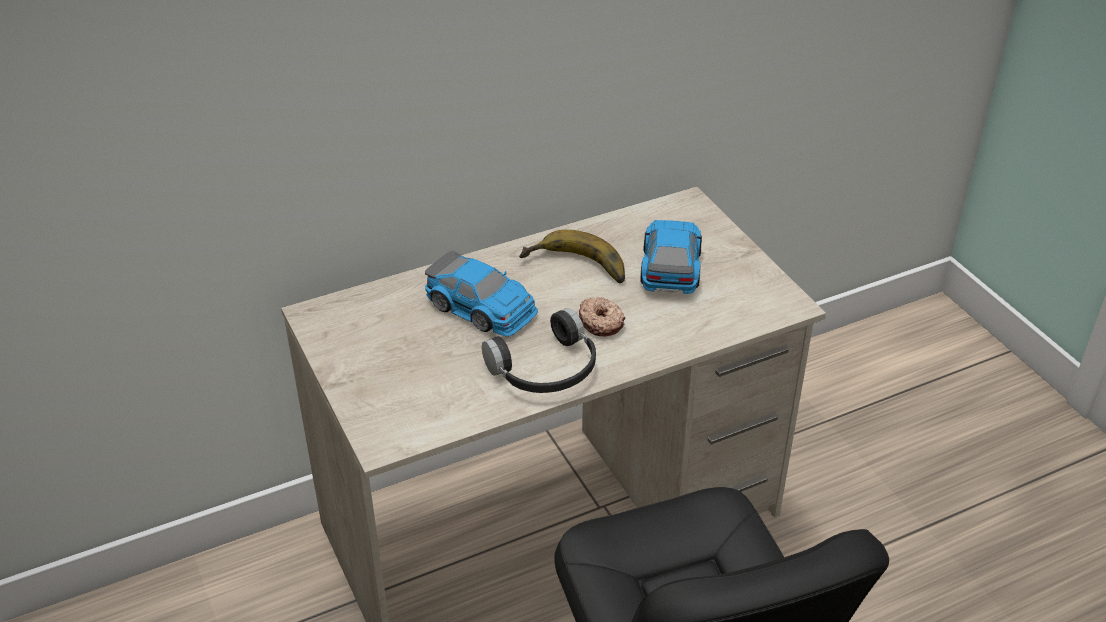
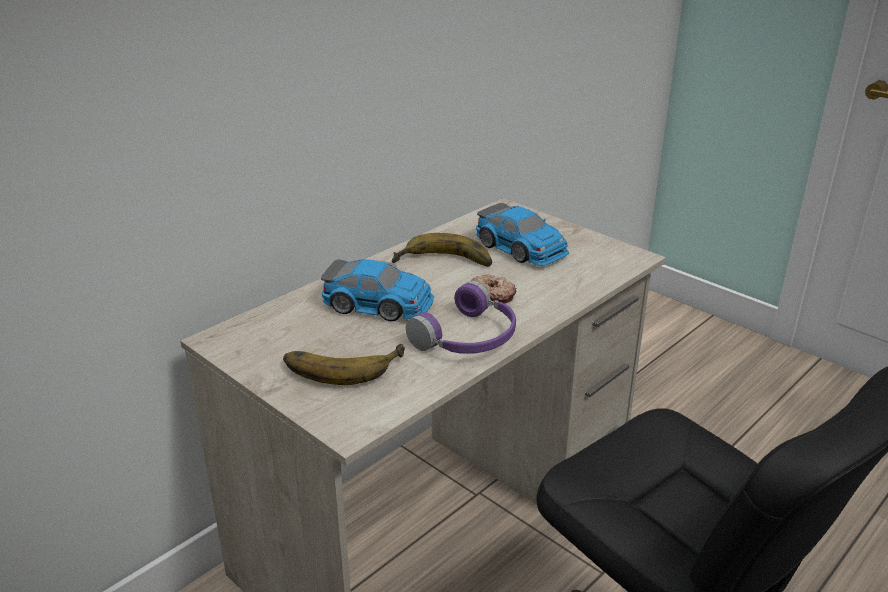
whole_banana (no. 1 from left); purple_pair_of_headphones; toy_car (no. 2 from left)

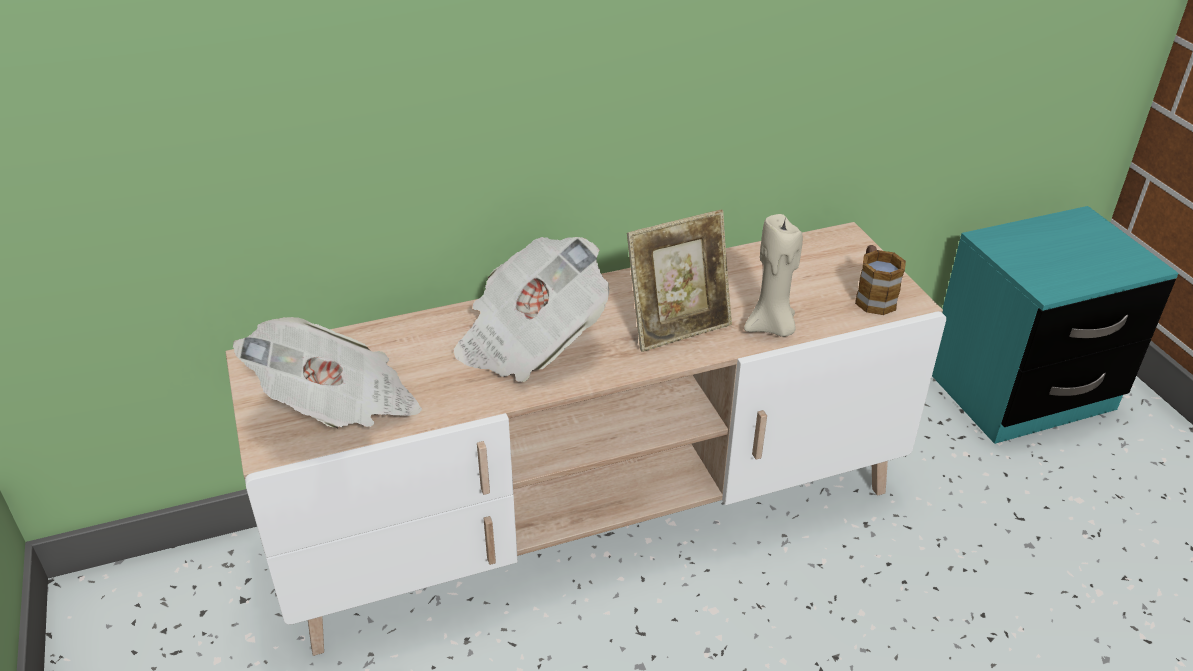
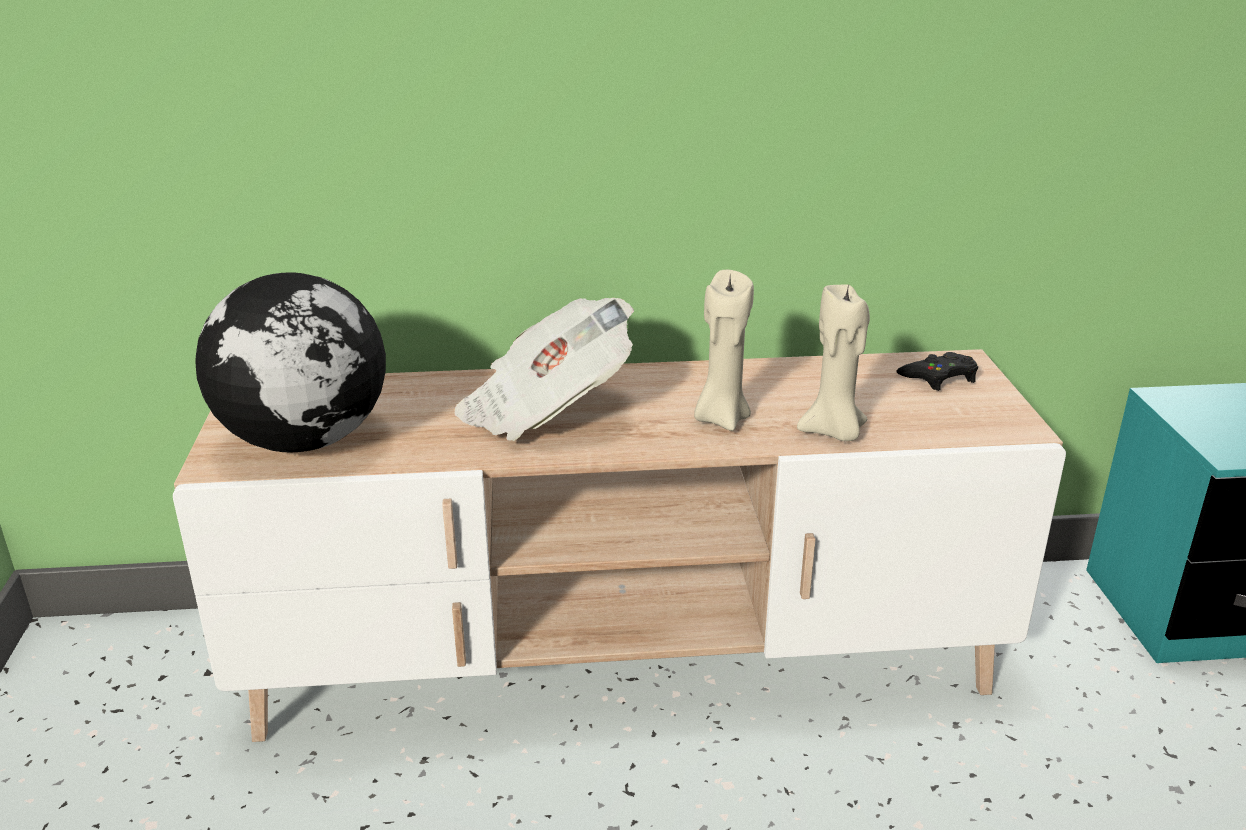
mug; blackish_joypad; globe; beige-coloured_wax_candle (no. 1 from left)

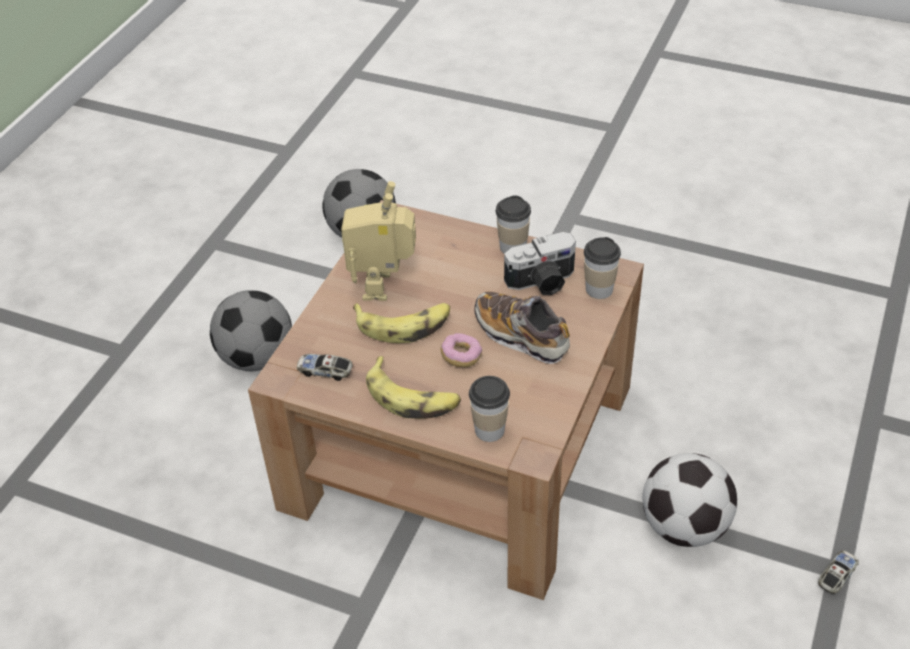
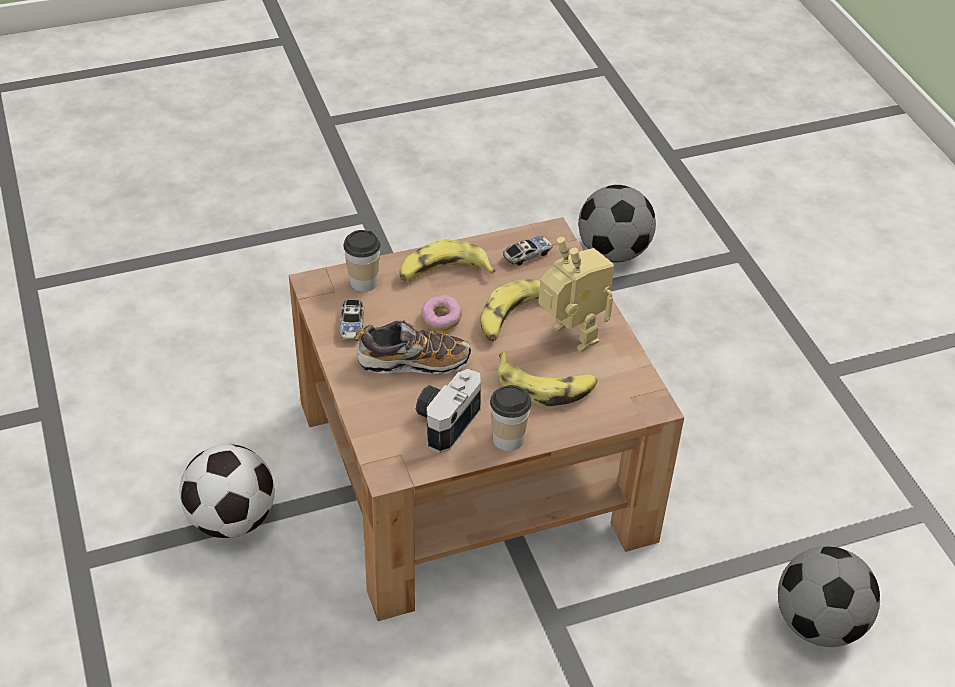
cup (no. 3 from left in the first image); whole_banana (no. 3 from left); football_ball (no. 2 from left); toy_car (no. 1 from left)

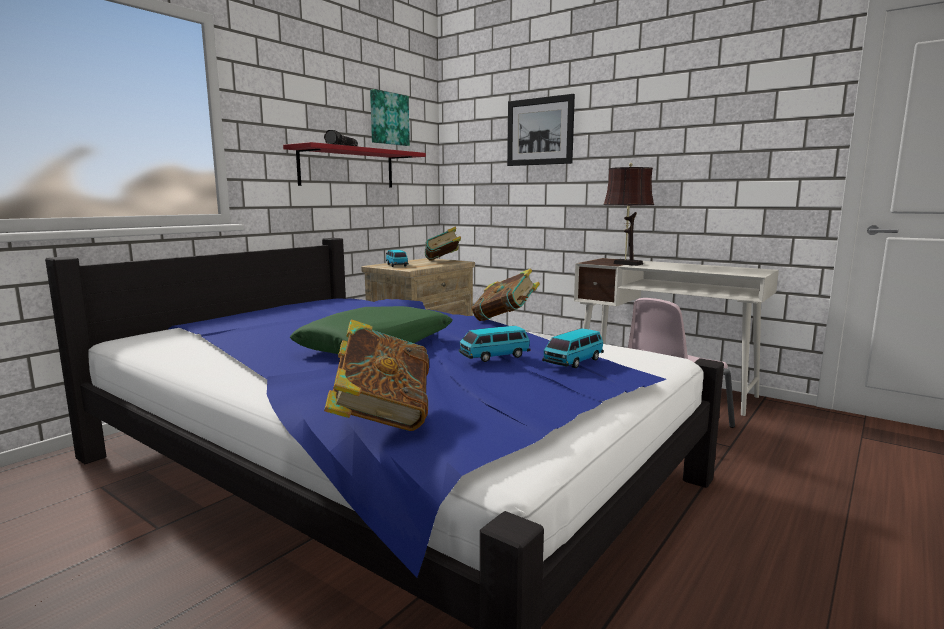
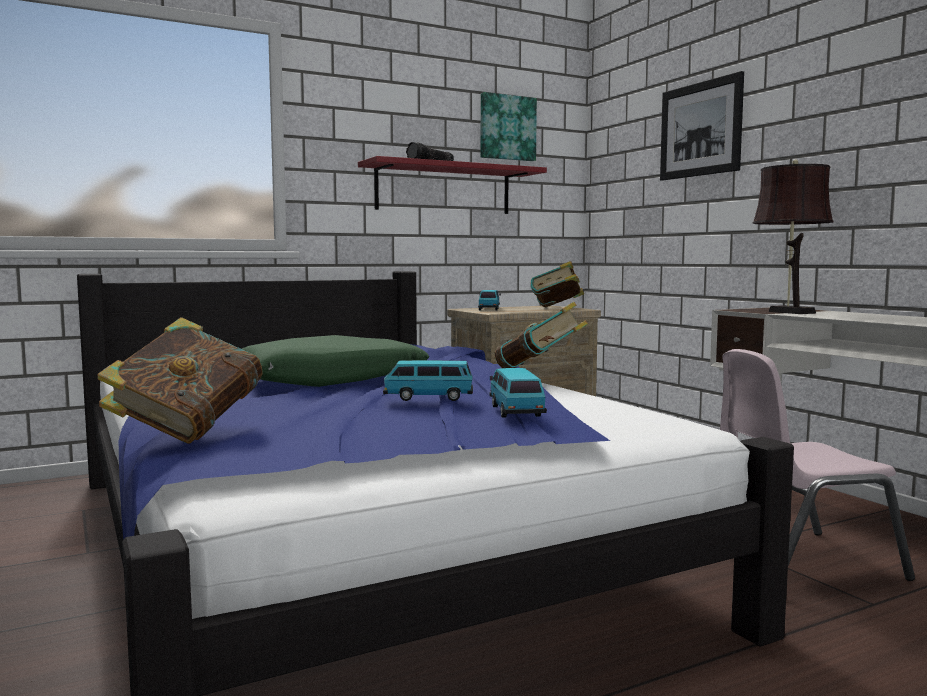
toy_car (no. 3 from left)

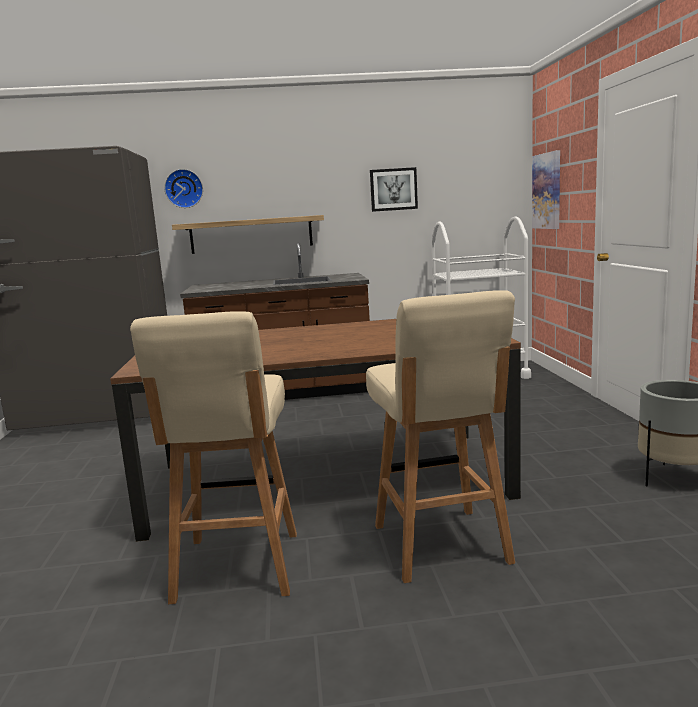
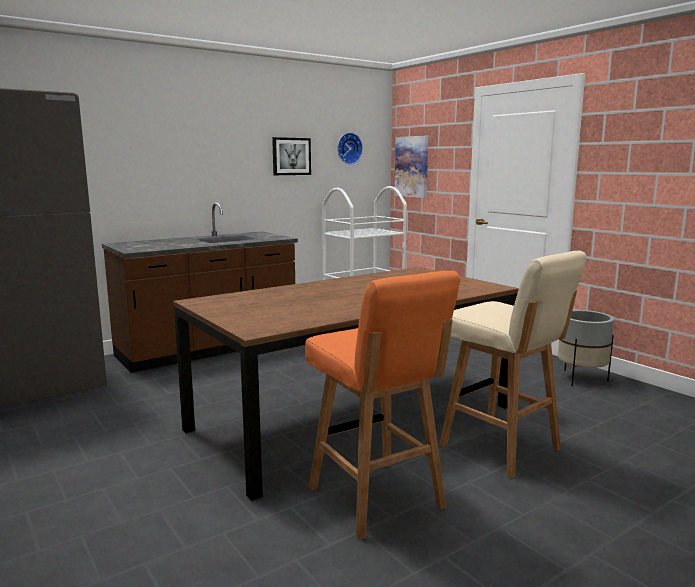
wall_shelf; clock_on_the_wall; orange-coloured_sitting_stool

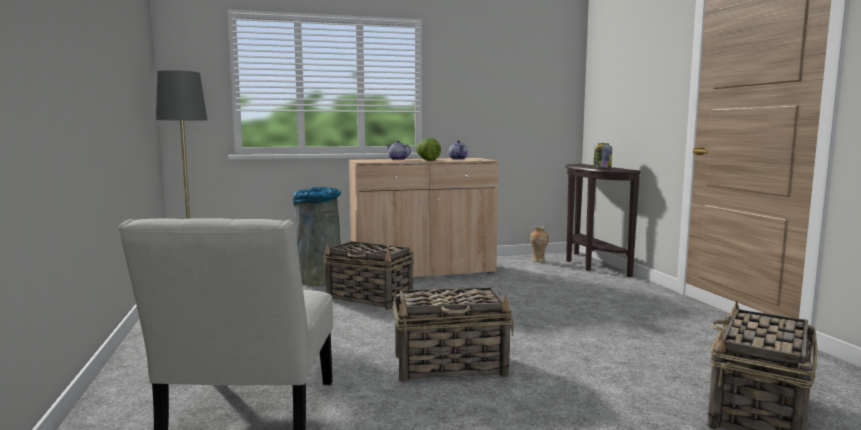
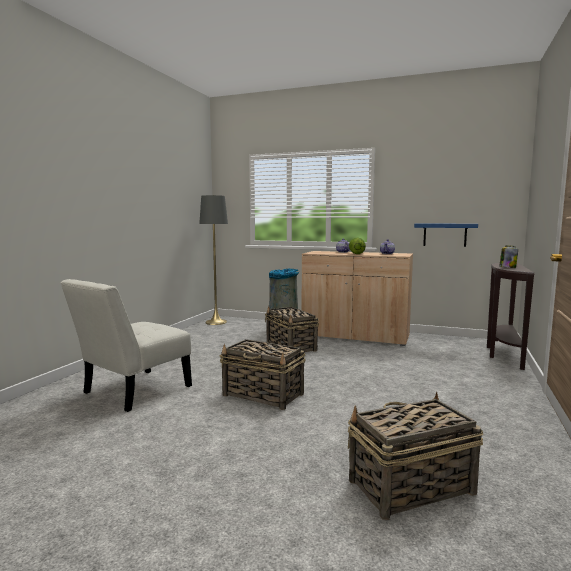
flower_vase; bluish_wall_shelf

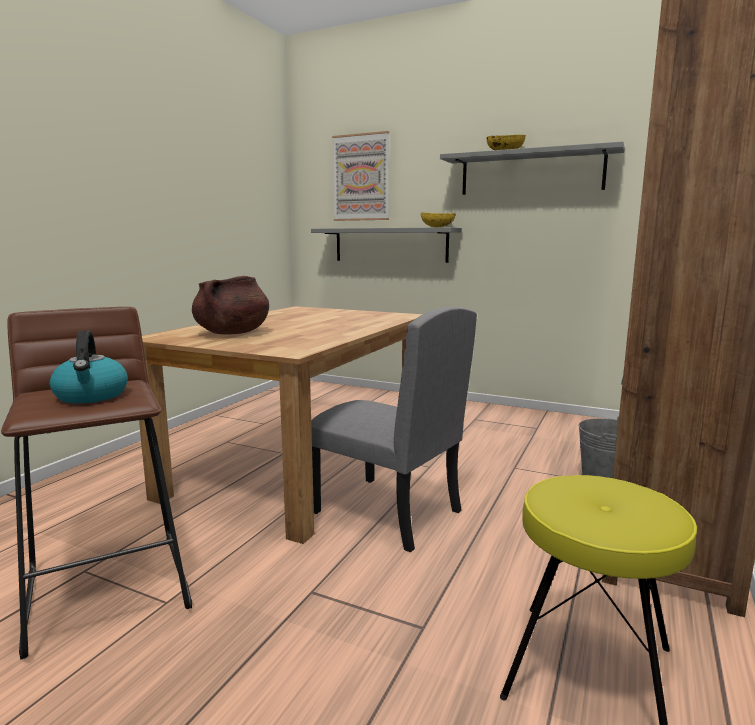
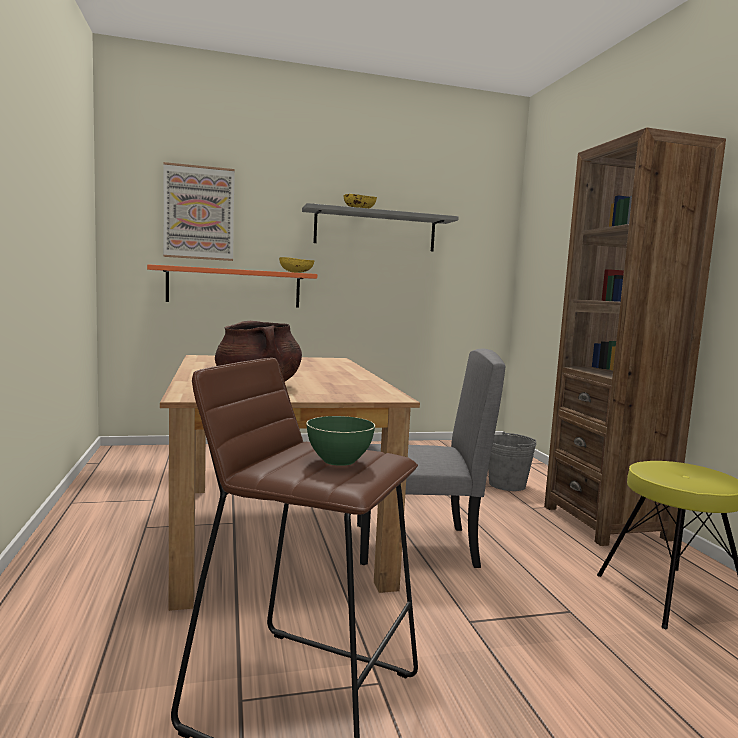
green-coloured_serving_bowl; orange-coloured_wall_shelf

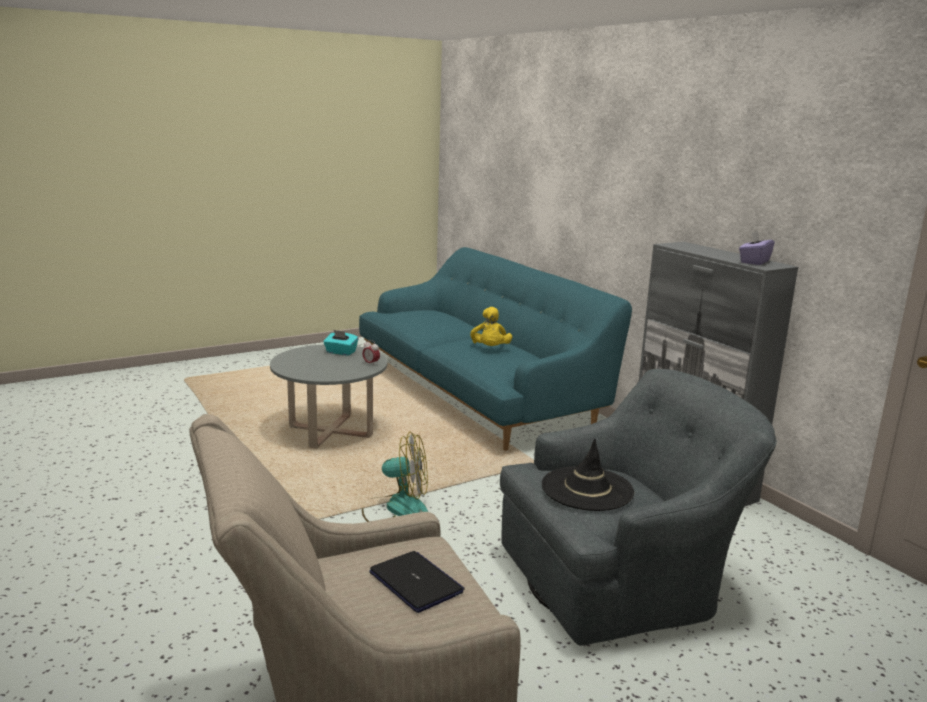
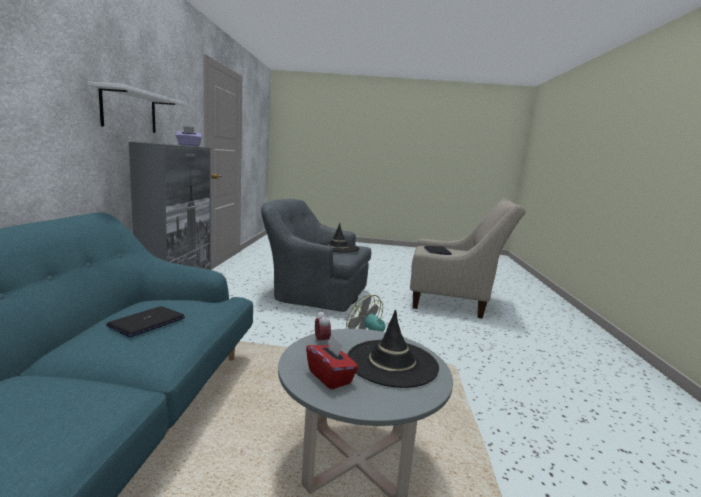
white-coloured_wall_shelf; blackish_hat (no. 2 from left); notebook_computer (no. 1 from left); red_tissue_box

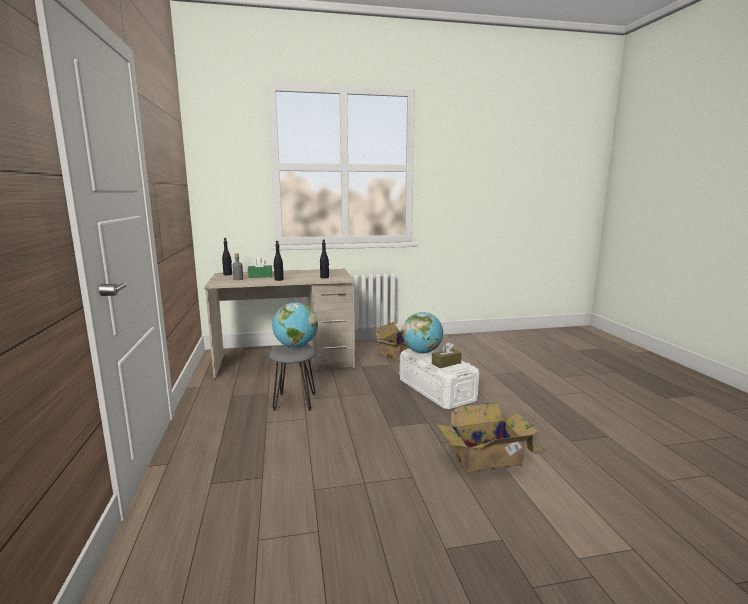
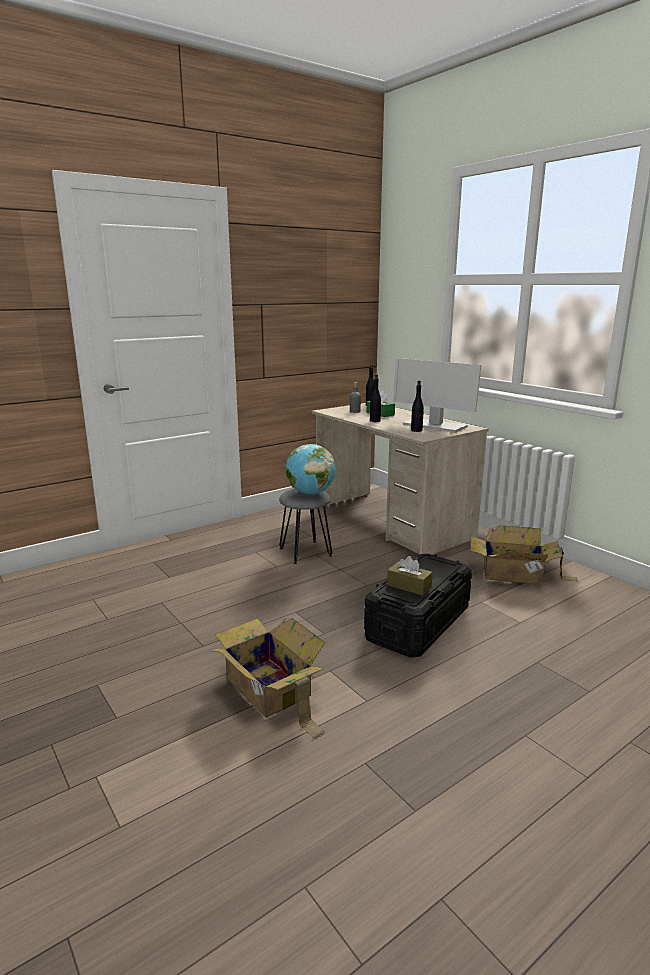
globe (no. 2 from left in the first image); computer_display; blackish_storage_bin

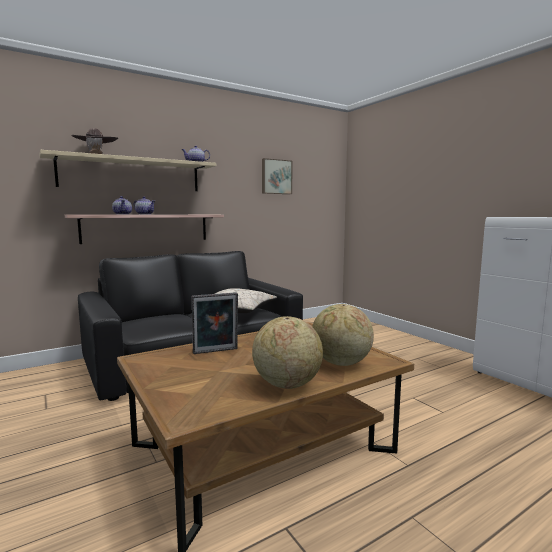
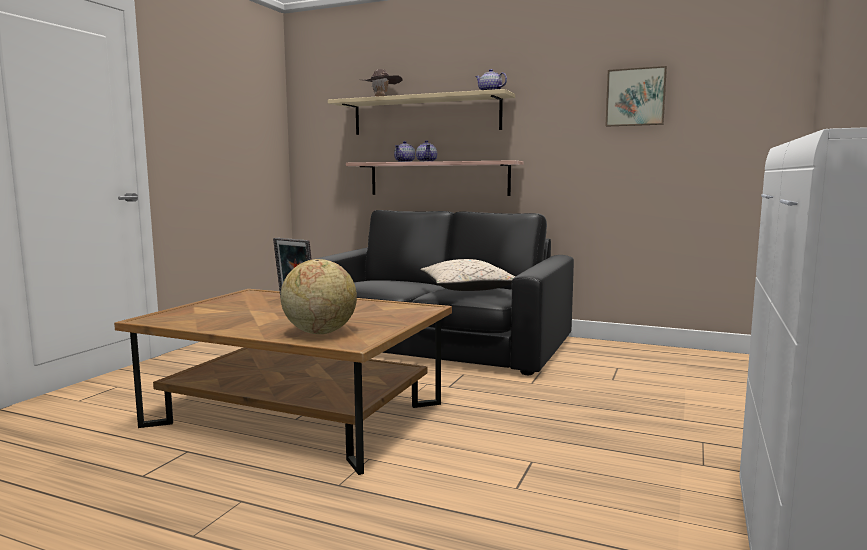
globe (no. 1 from left in the first image)

